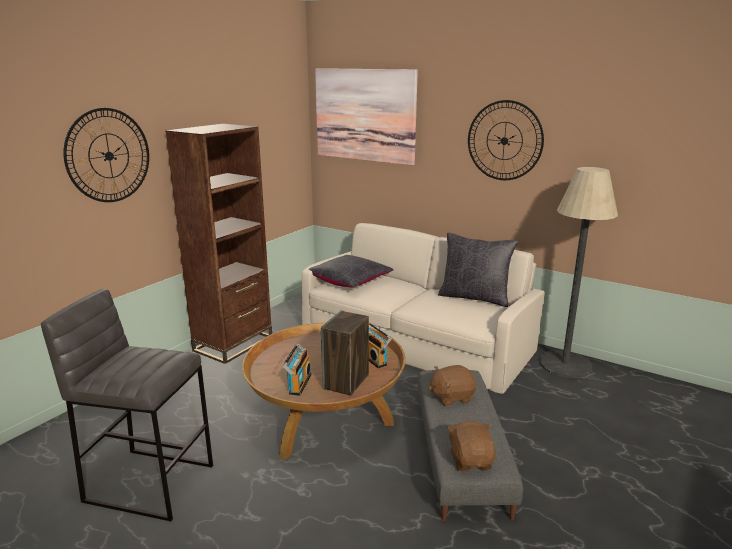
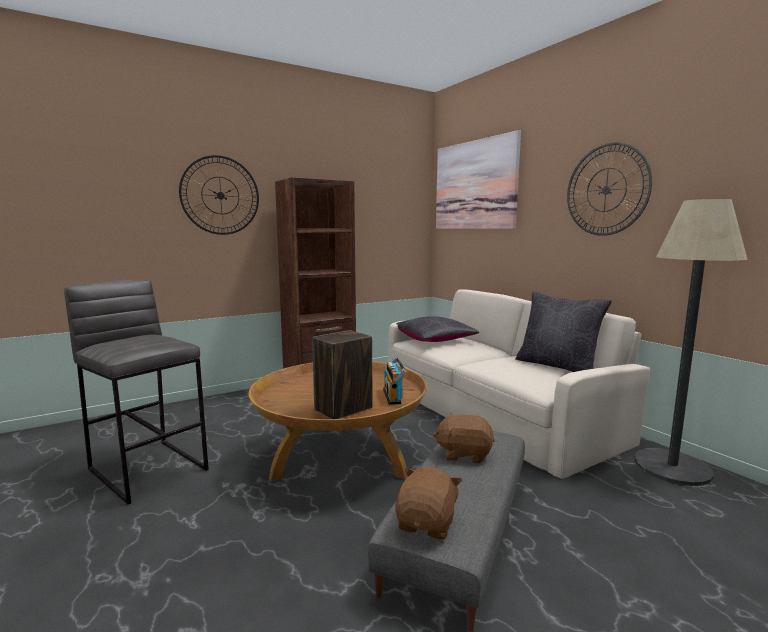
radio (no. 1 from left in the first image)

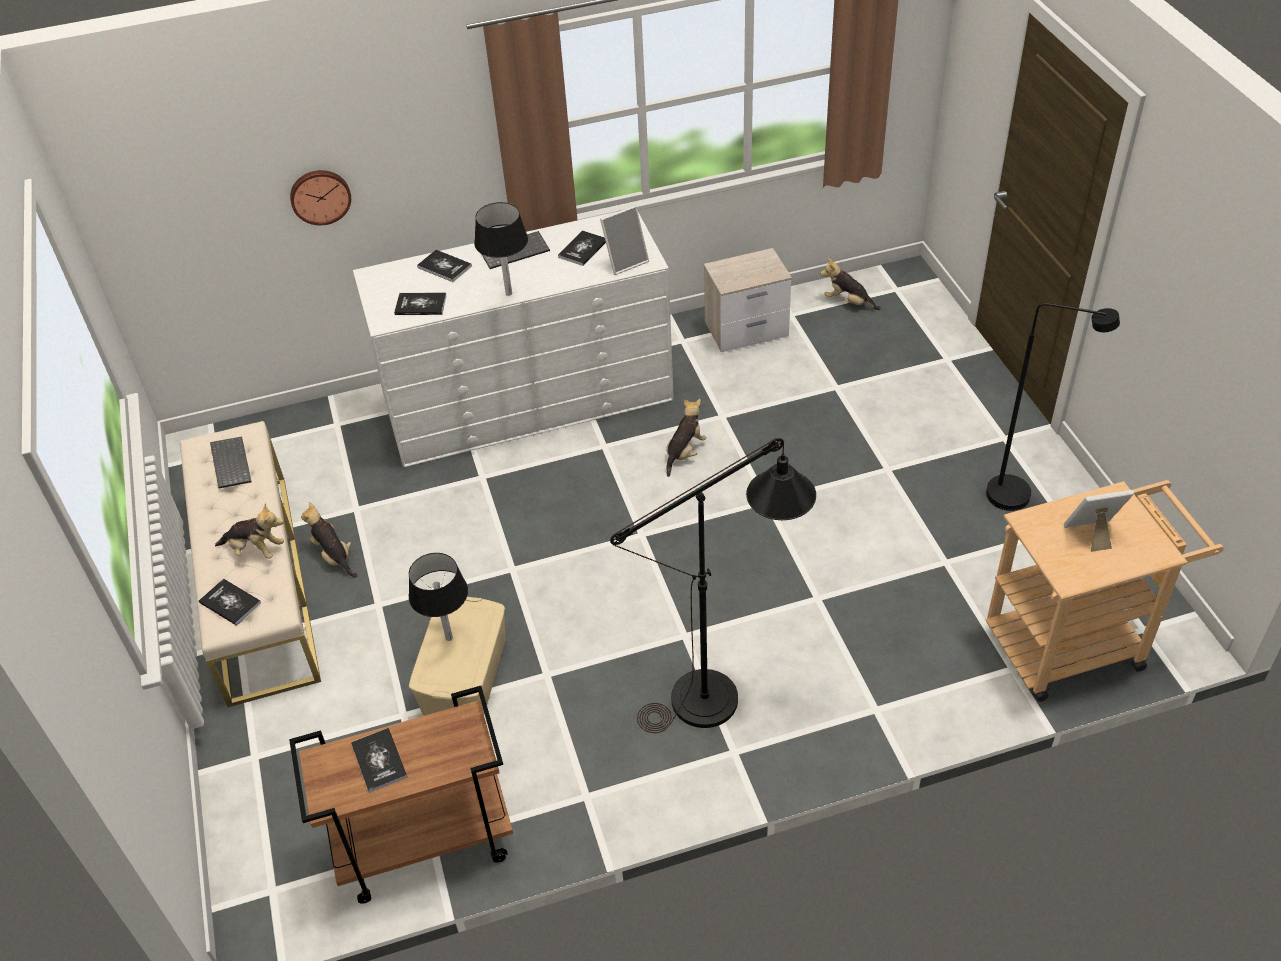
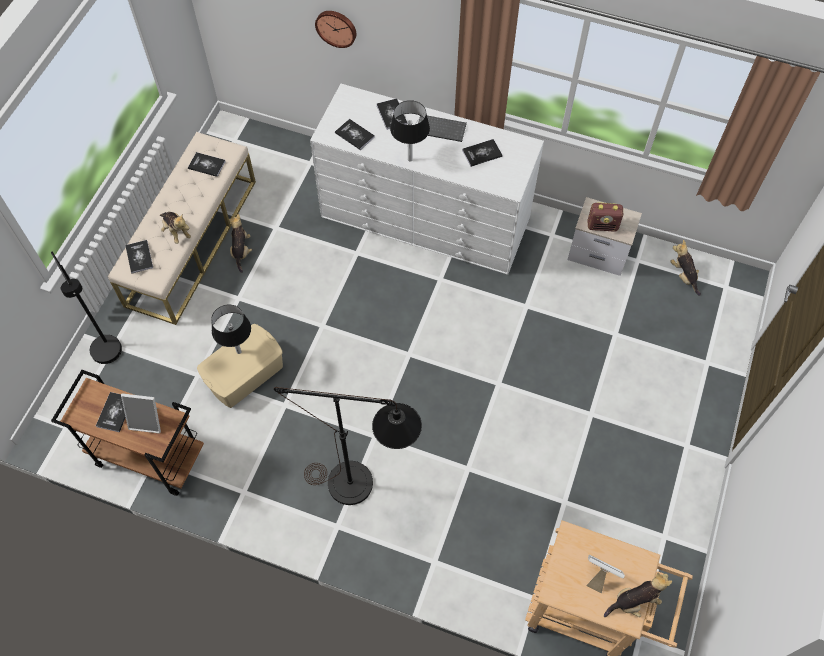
radio; standing_frame (no. 1 from left); cuddly_toy (no. 3 from left); blackish_floor_lamp (no. 1 from left); bound_book (no. 3 from left)

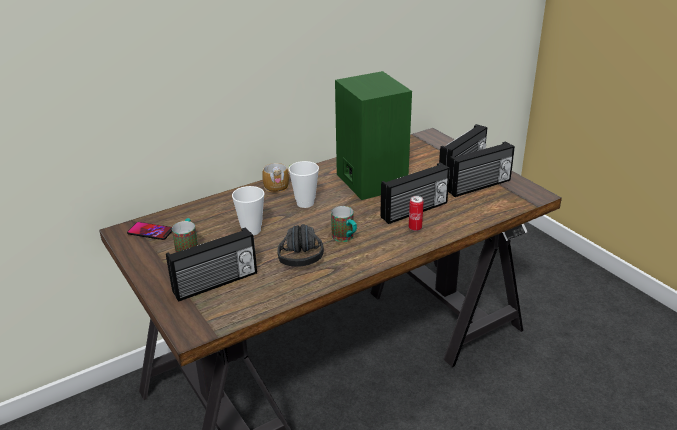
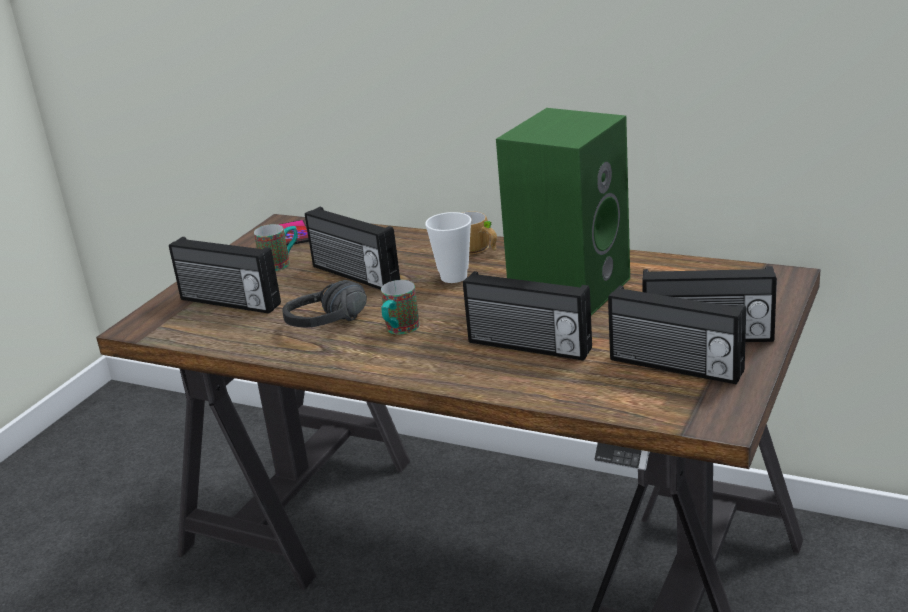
metal_can; radio (no. 2 from left)

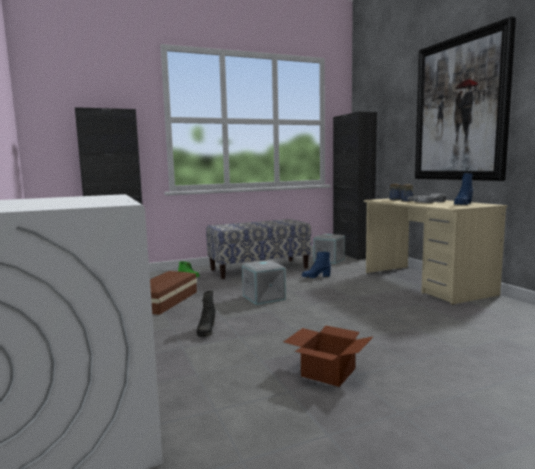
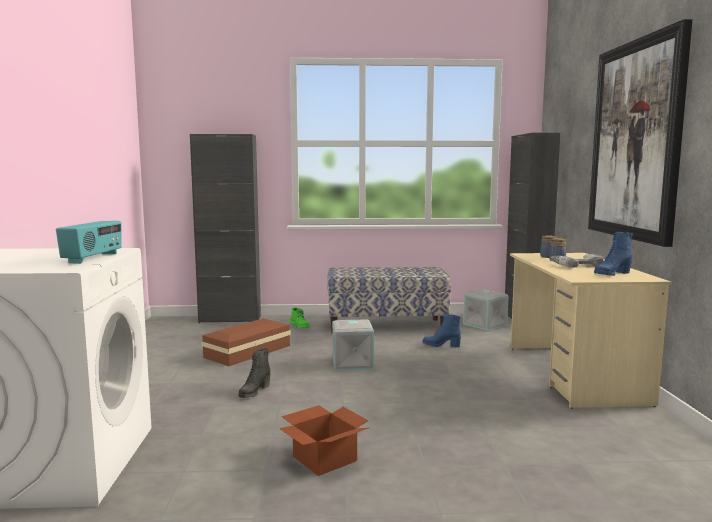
radio

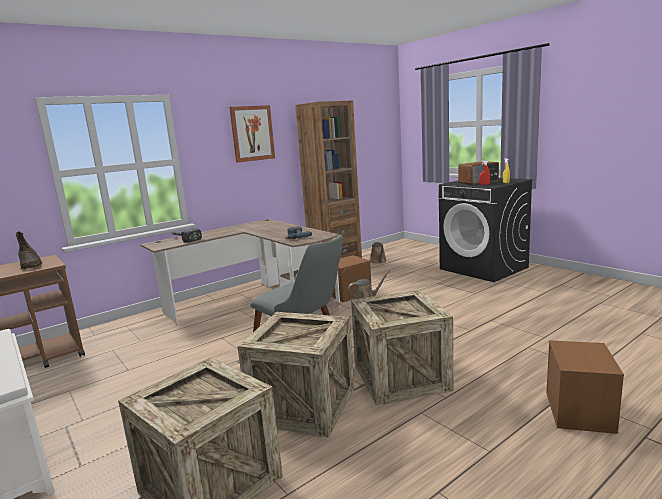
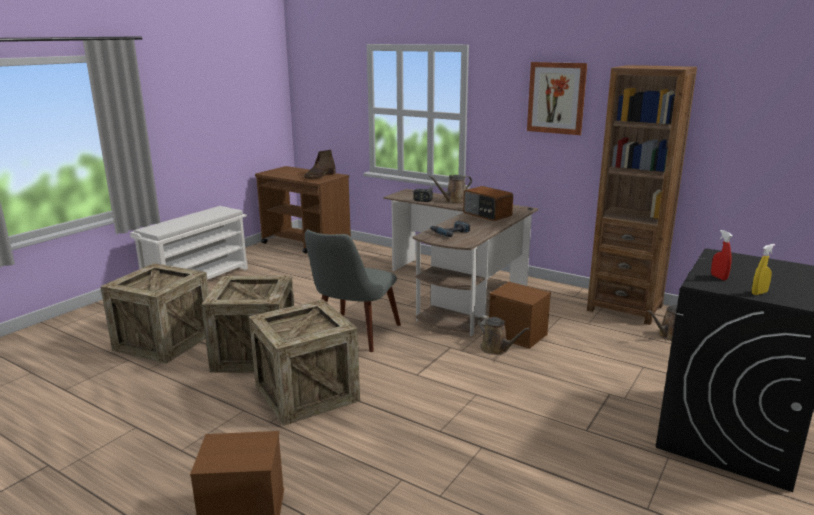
brown-coloured_sprinkling_can (no. 1 from left); radio

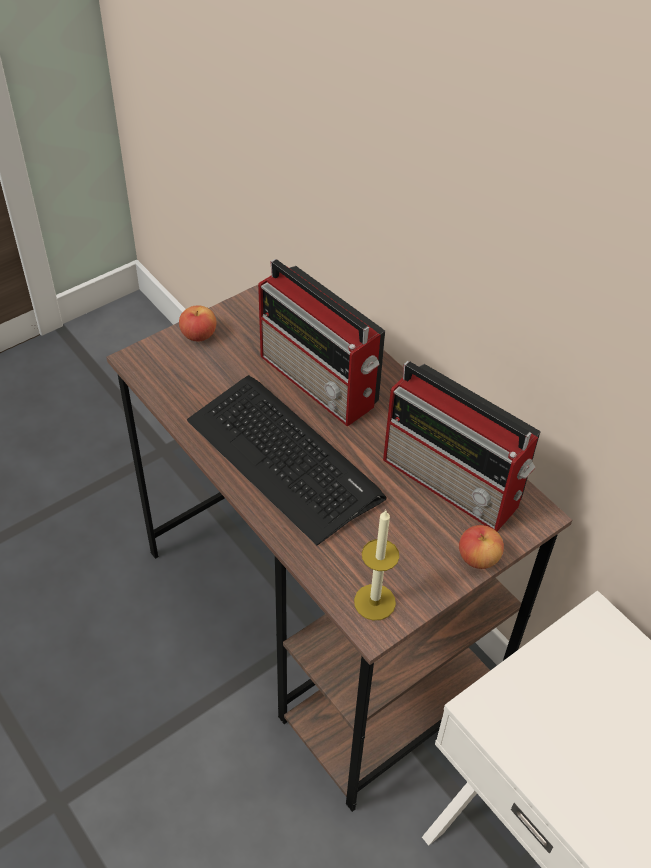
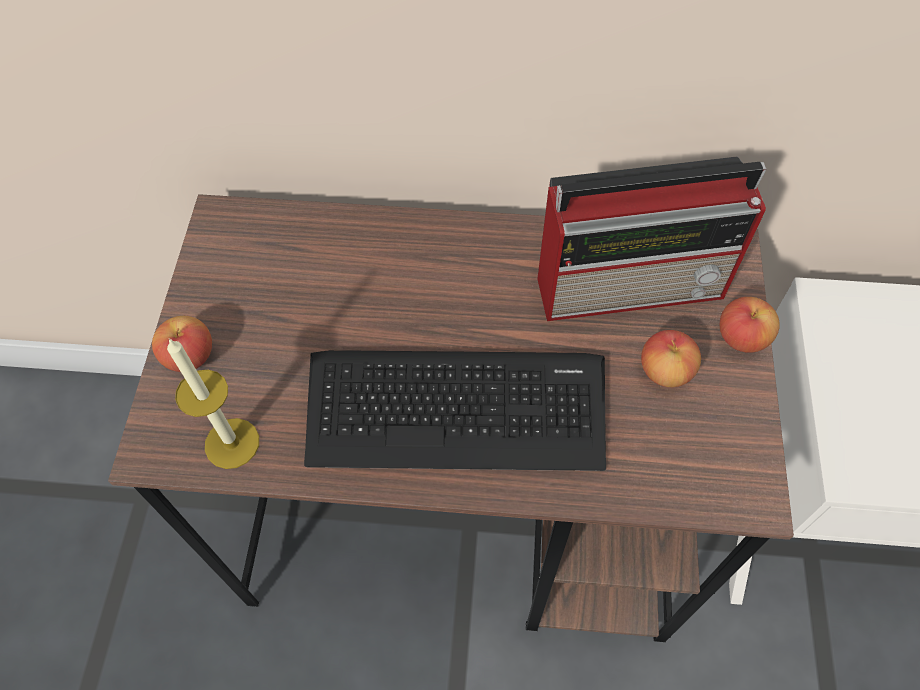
radio (no. 1 from left in the first image); apple_fruit (no. 2 from left); wax_candle

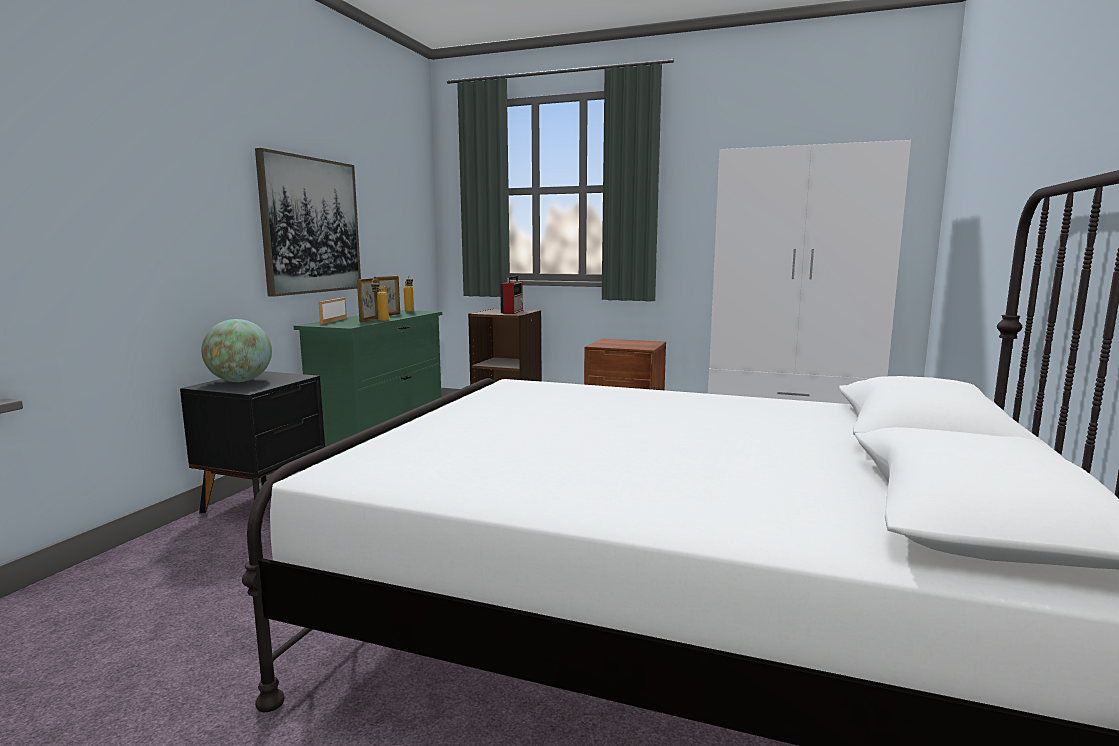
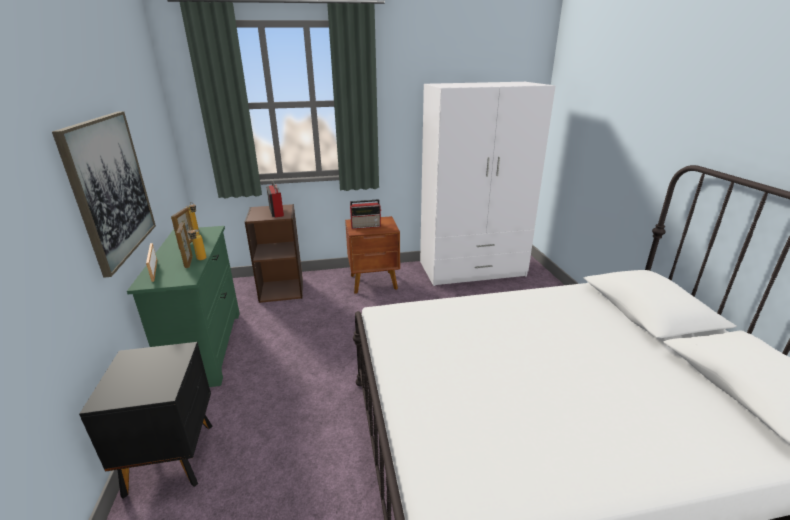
globe; radio (no. 2 from left)

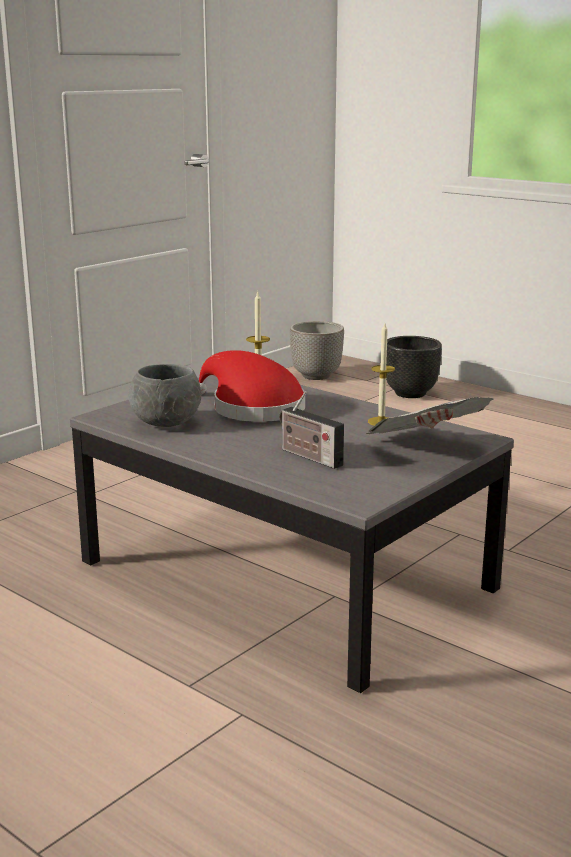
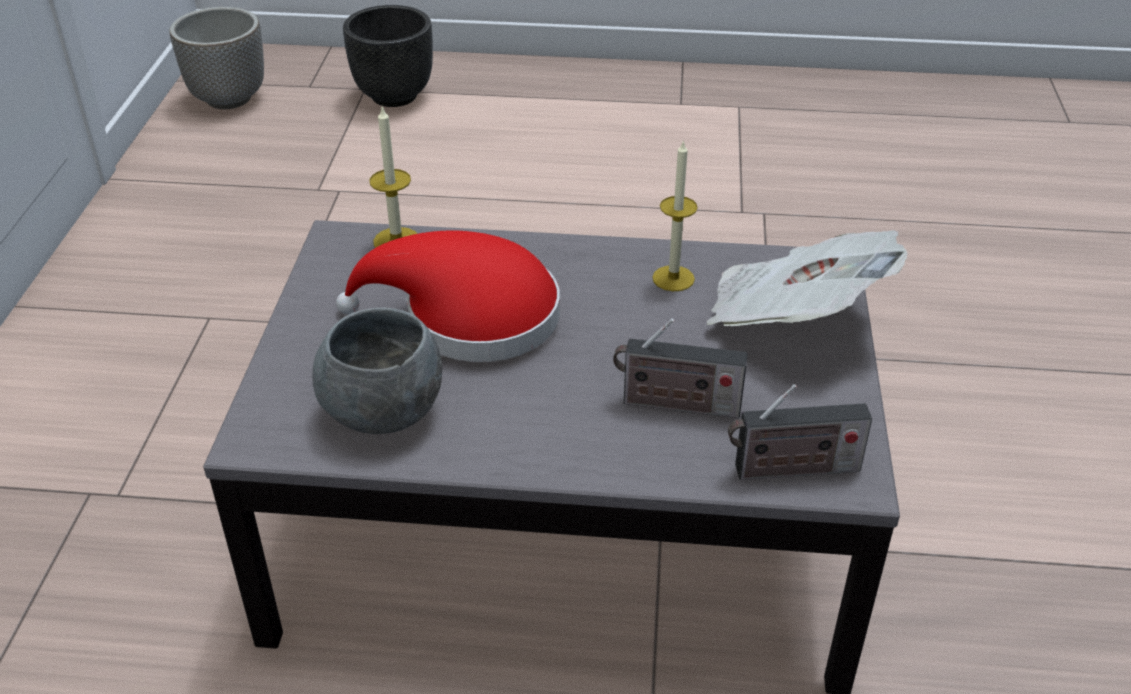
radio (no. 2 from left)

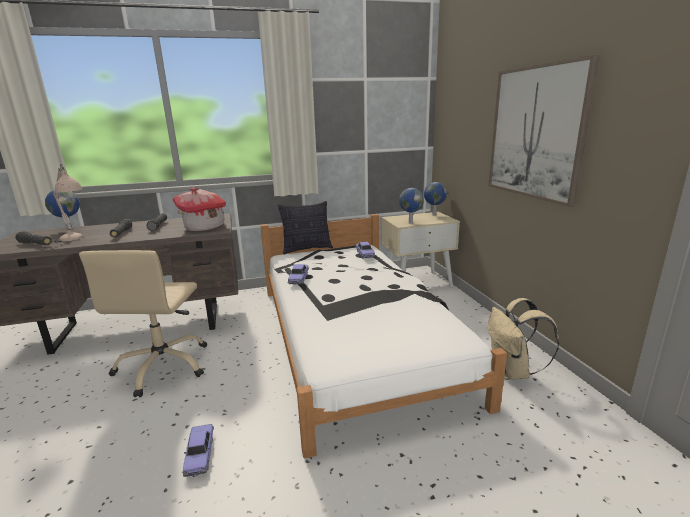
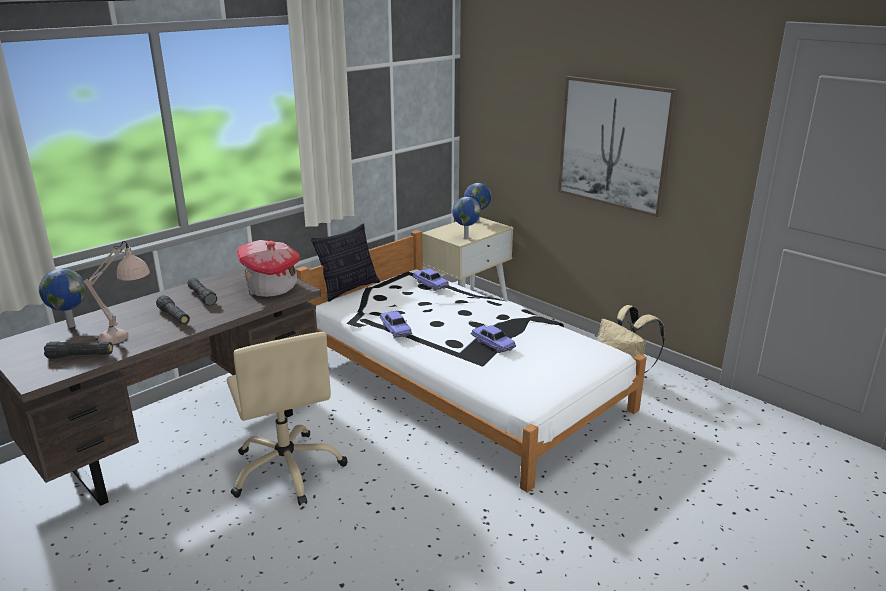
toy_car (no. 3 from left)

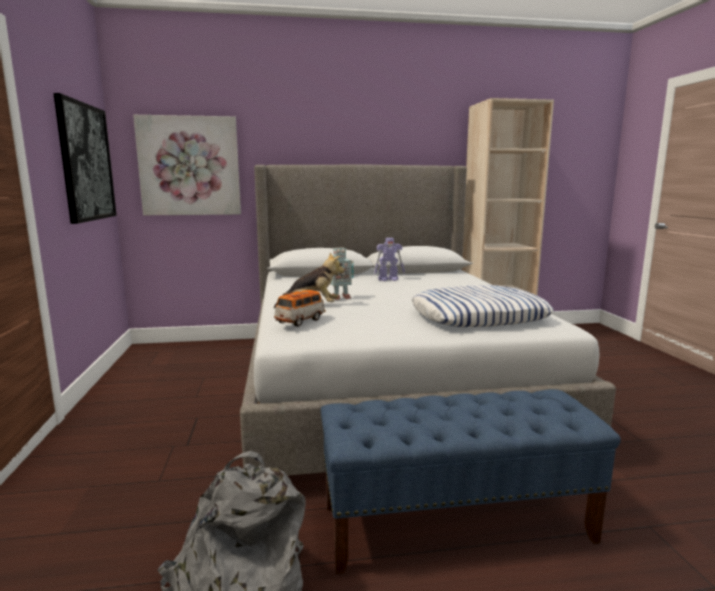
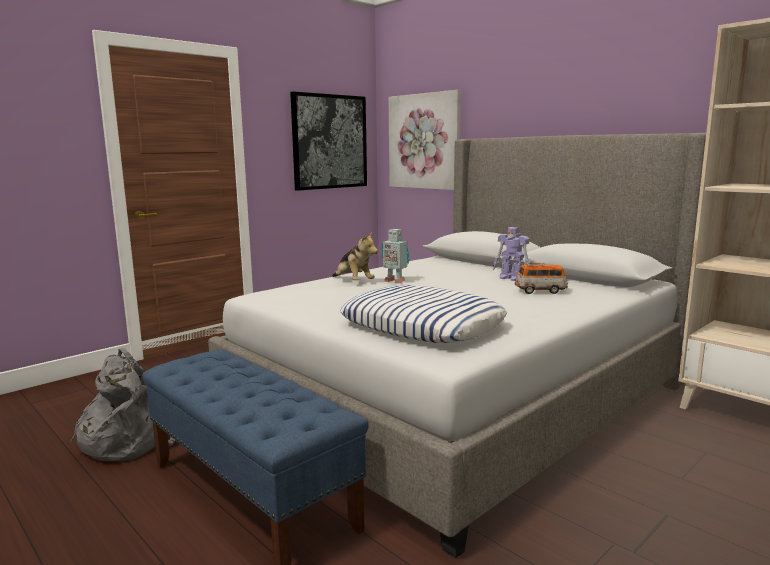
toy_car

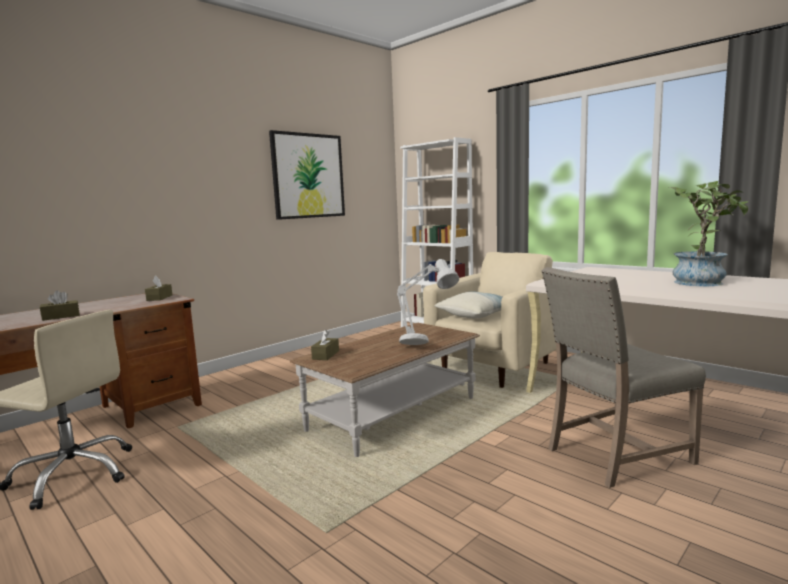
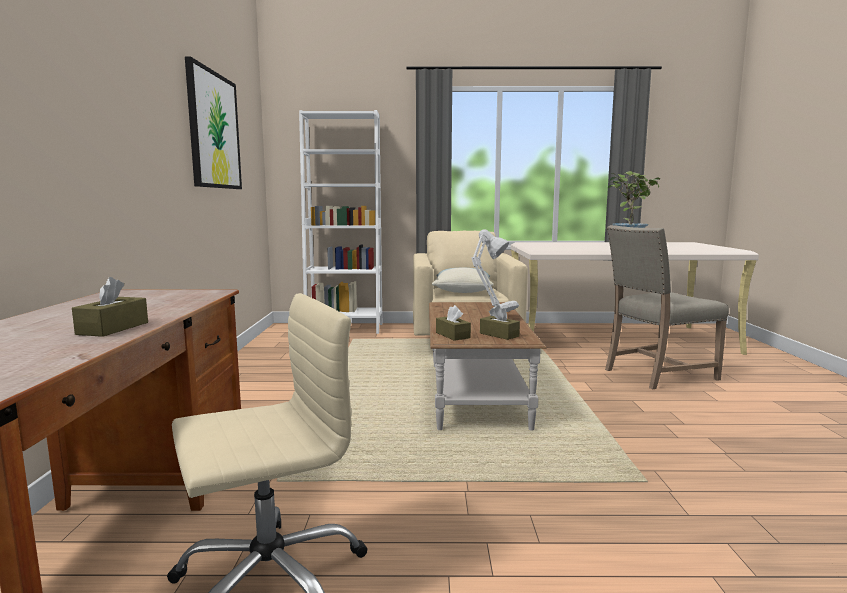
brown-coloured_tissue_box (no. 3 from left); beige-coloured_upright_chair

